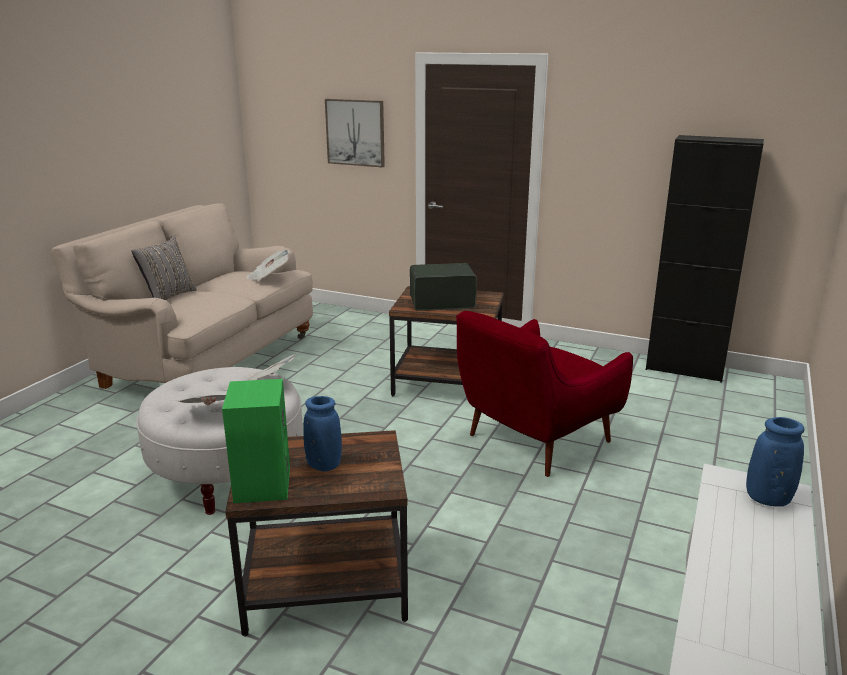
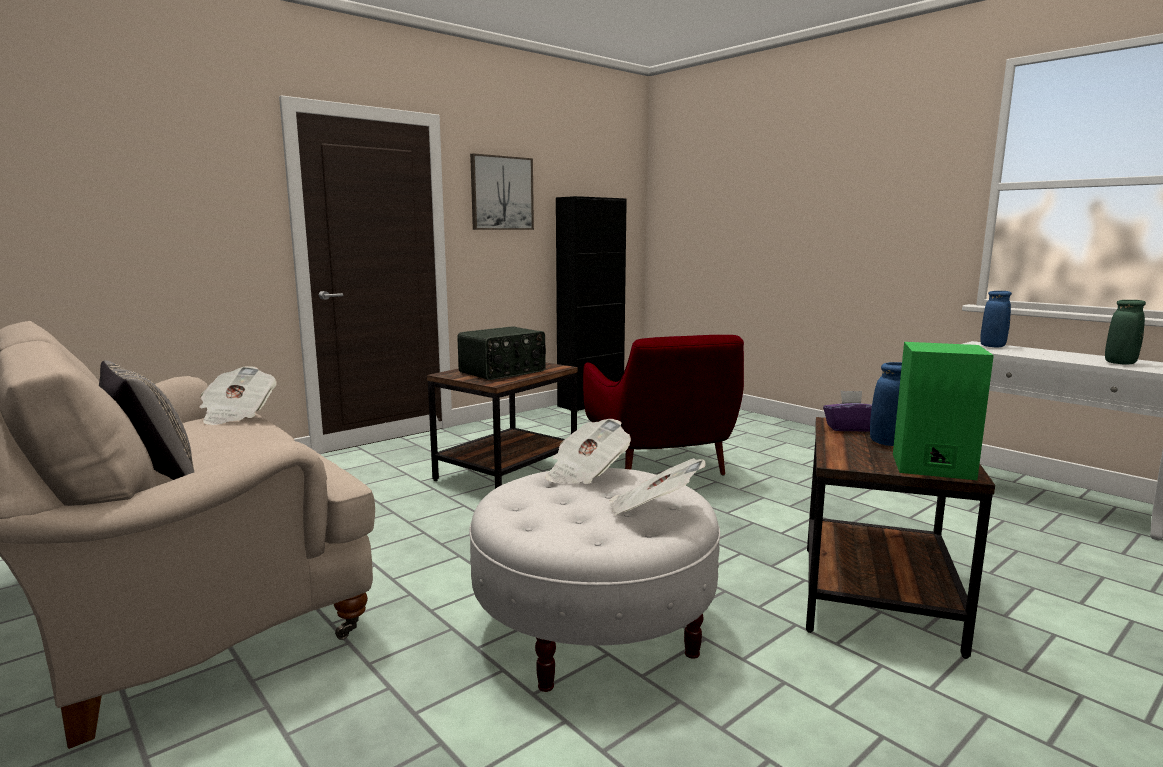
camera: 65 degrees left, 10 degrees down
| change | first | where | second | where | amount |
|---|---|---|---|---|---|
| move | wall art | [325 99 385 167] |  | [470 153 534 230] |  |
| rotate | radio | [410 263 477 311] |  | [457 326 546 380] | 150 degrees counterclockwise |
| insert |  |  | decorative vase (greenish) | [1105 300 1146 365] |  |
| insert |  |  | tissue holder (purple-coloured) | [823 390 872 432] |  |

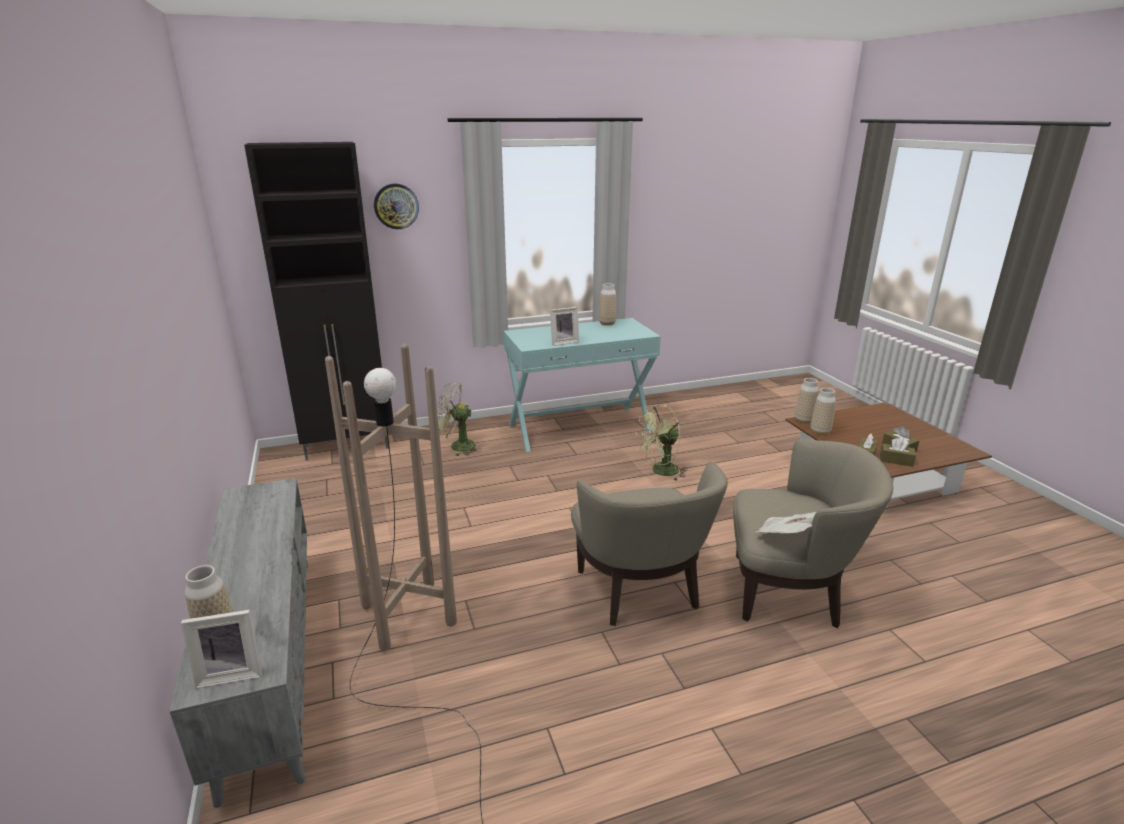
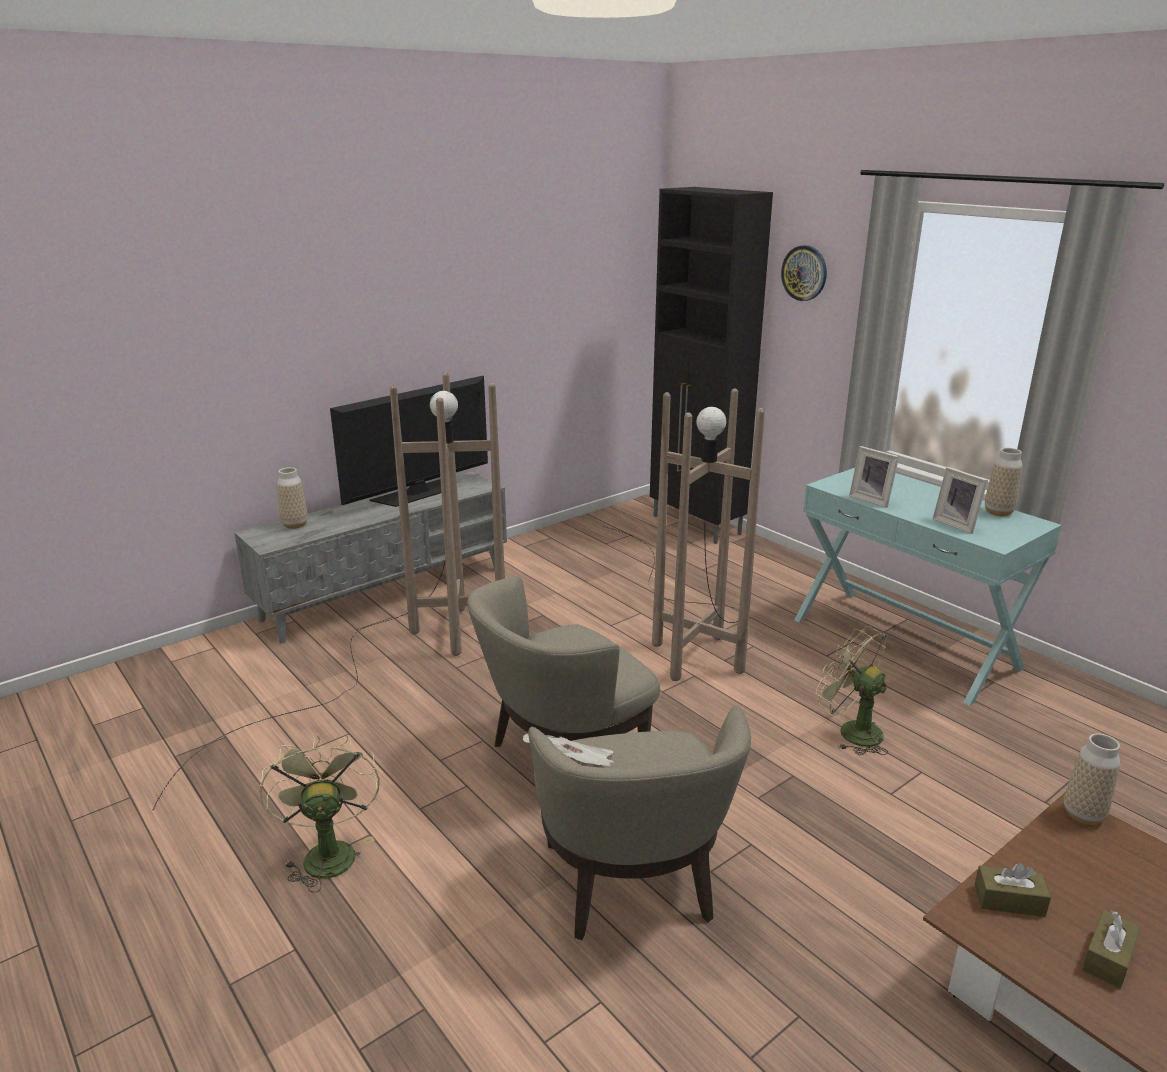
camera: 70 degrees right, 0 degrees up
| change | first | where | second | where | amount |
|---|---|---|---|---|---|
| move | fan (greenish) | [437 383 482 456] |  | [260 734 380 893] |  |
| delete | decorative vase | [811 388 836 435] |  |  |  |
| delete | tissue holder (brown-coloured) | [880 437 916 467] |  |  |  |
| move | standing frame | [181 610 262 688] |  | [933 467 988 534] |  |
| insert |  |  | television | [330 376 488 507] |  |
| insert |  |  | standing lamp (brown-coloured) | [602 388 765 681] |  |

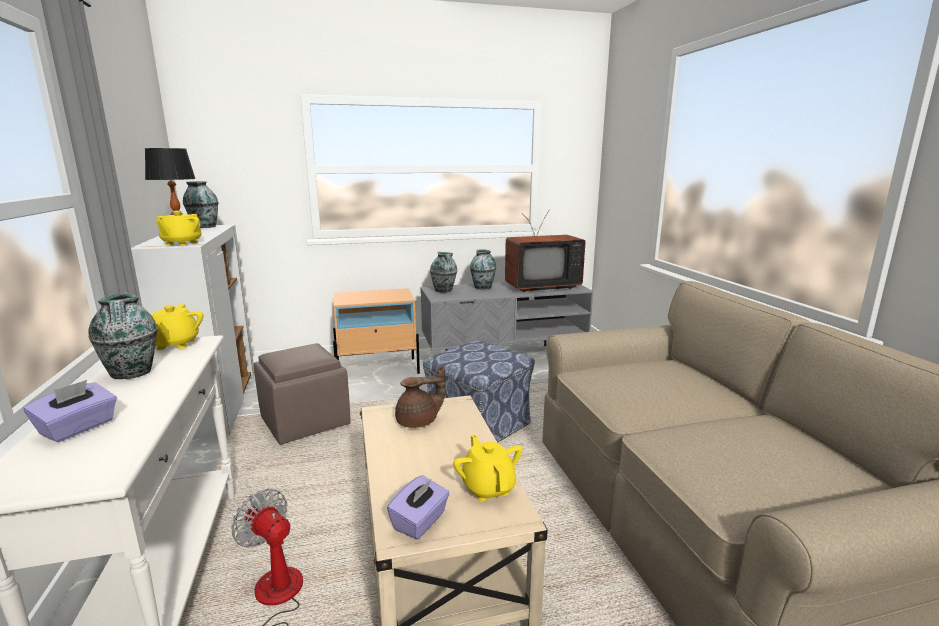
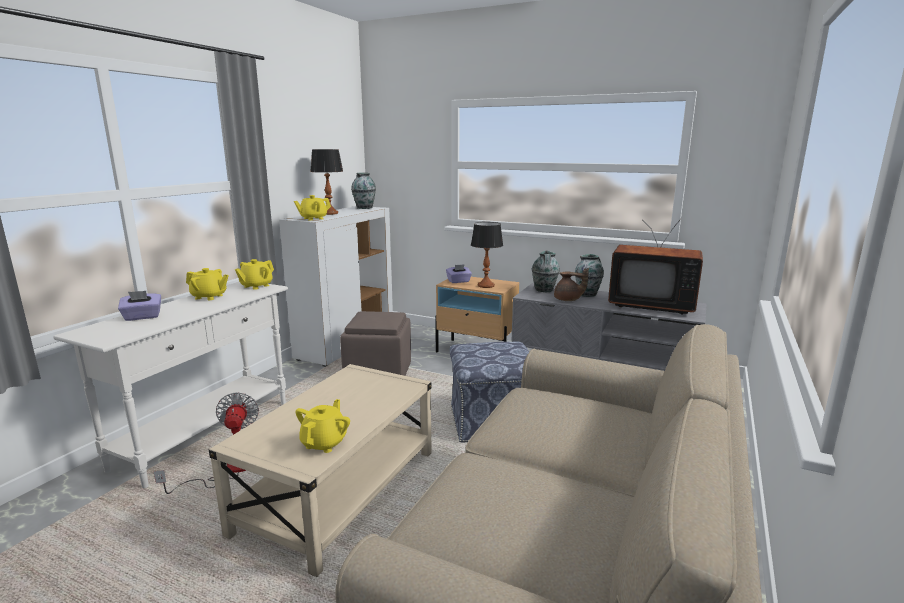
camera: 40 degrees right, 0 degrees up
| change | first | where | second | where | amount |
|---|---|---|---|---|---|
| replace | decorative vase | [88 292 158 379] | teapot (yellow) | [186 268 229 300] |  |
| move | teapot (brown-coloured) | [395 366 445 428] |  | [554 268 589 301] |  |
| move | tissue holder (purple-coloured) | [387 475 450 539] |  | [446 264 472 283] |  |
| insert |  |  | table lamp | [471 222 503 288] |  |

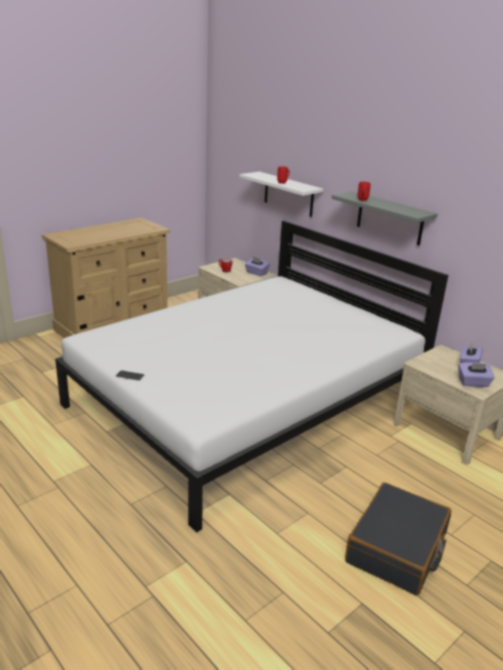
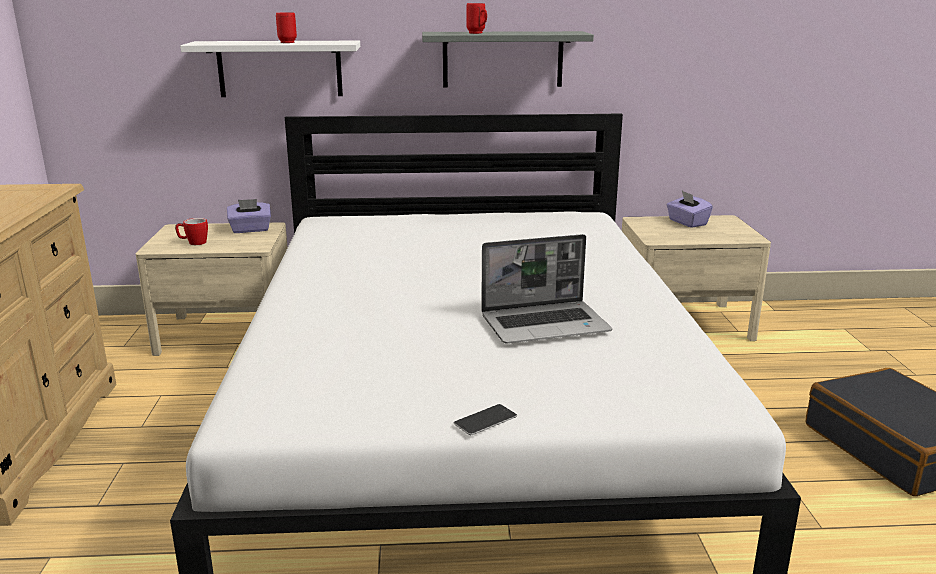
camera: 50 degrees left, 5 degrees down
| change | first | where | second | where | amount |
|---|---|---|---|---|---|
| delete | tissue holder (purple-coloured) | [458 362 495 387] |  |  |  |
| insert |  |  | portable computer | [481 234 612 343] |  |

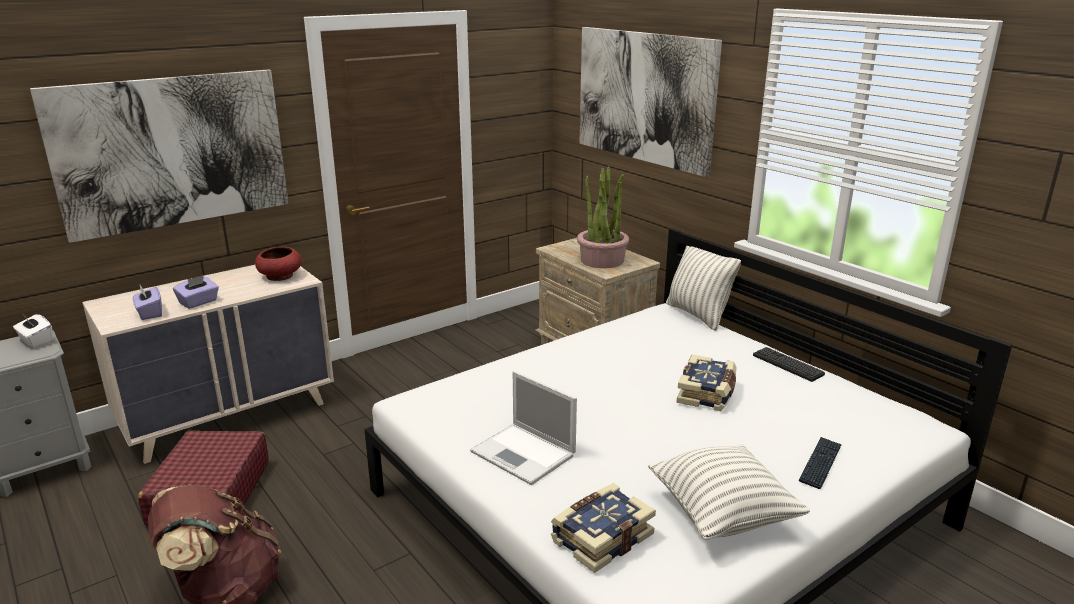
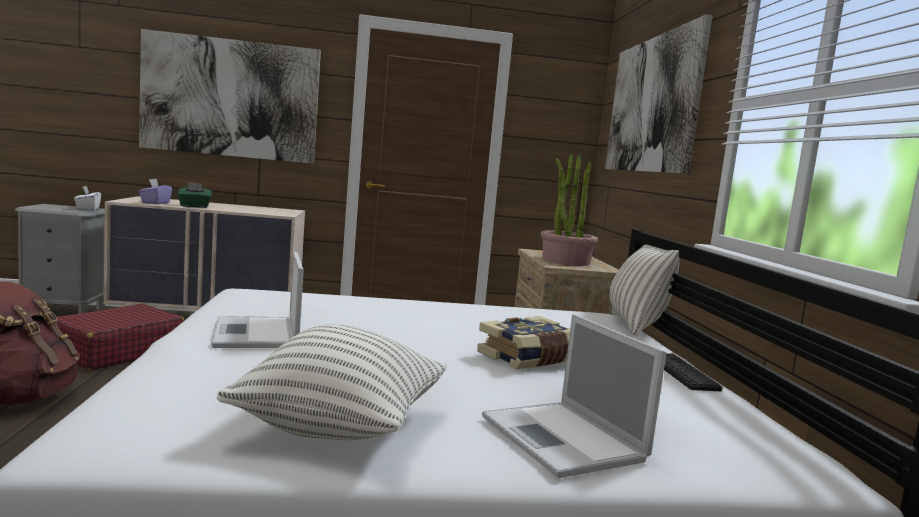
camera: 30 degrees right, 15 degrees down
| change | first | where | second | where | amount |
|---|---|---|---|---|---|
| delete | deep dish (red-coloured) | [255 247 301 281] |  |  |  |
| recolor | tissue holder (purple-coloured) | [173 275 219 309] | tissue holder (greenish) | [178 182 212 208] |  |
| replace | computer keyboard | [799 437 842 489] | portable computer | [482 314 666 478] |  |
| delete | volume | [551 483 656 573] |  |  |  |

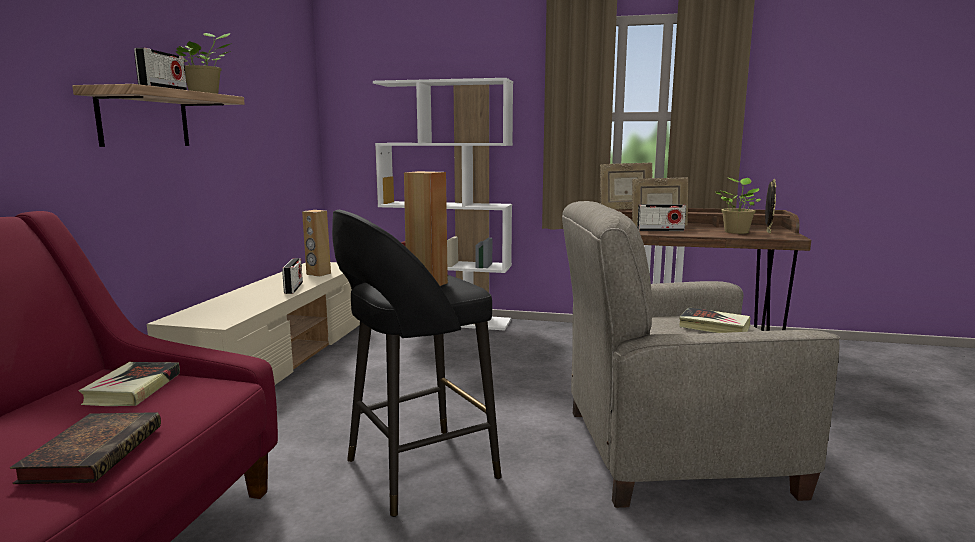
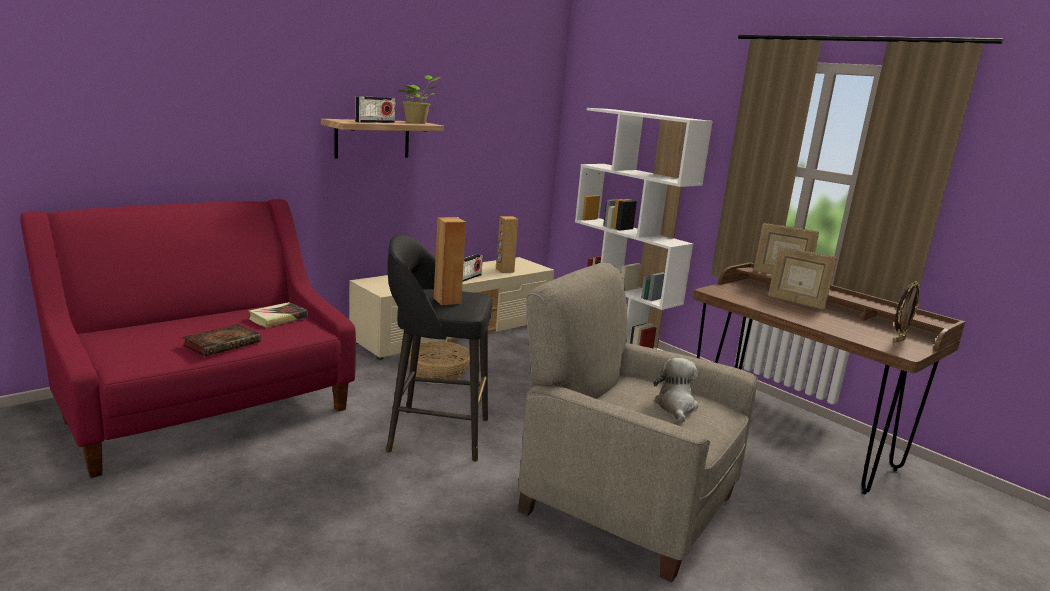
camera: 35 degrees right, 5 degrees up
| change | first | where | second | where | amount |
|---|---|---|---|---|---|
| delete | plant in a pot | [715 178 761 234] |  |  |  |
| delete | radio | [637 204 686 231] |  |  |  |
| replace | volume | [679 308 750 333] | soft toy | [653 358 698 423] |  |
| insert |  |  | storage basket | [408 341 470 384] |  |

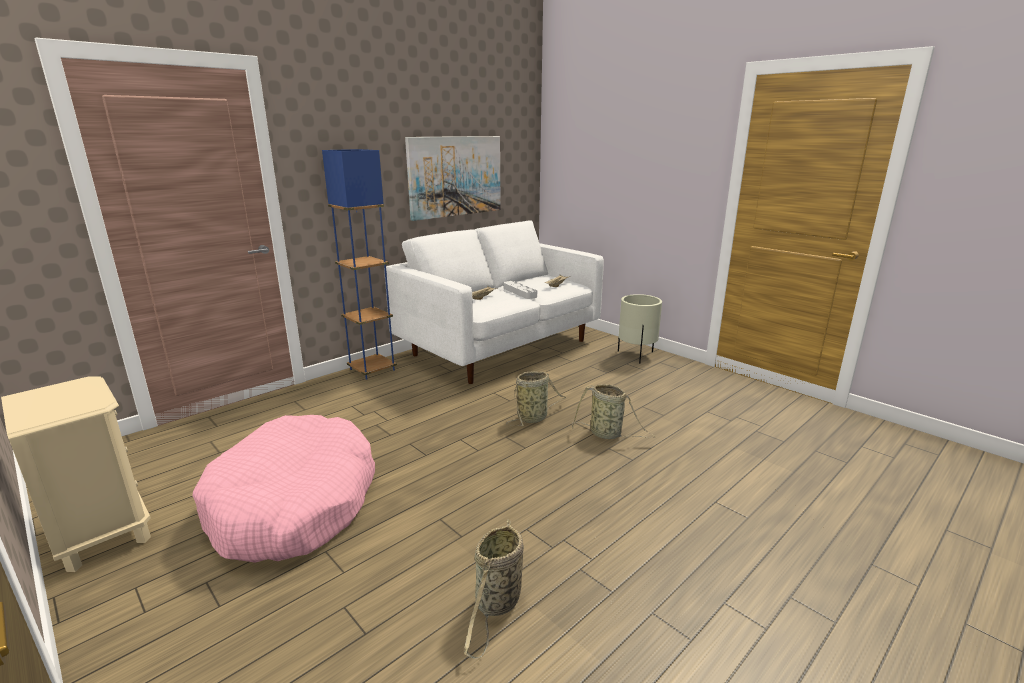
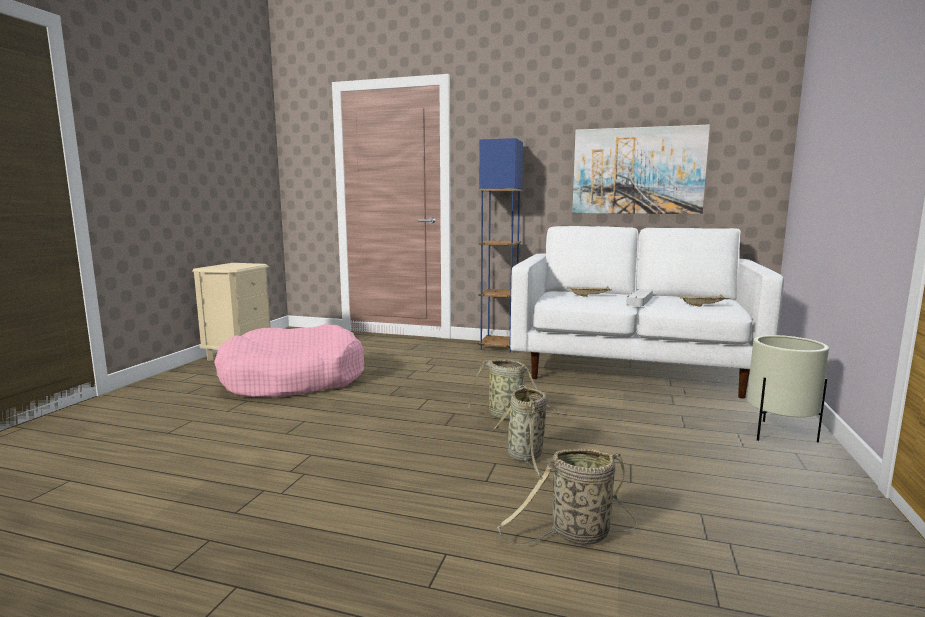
camera: 60 degrees right, 10 degrees down
| change | first | where | second | where | amount |
|---|---|---|---|---|---|
| move | storage basket | [464 520 524 659] |  | [497 448 637 545] |  |

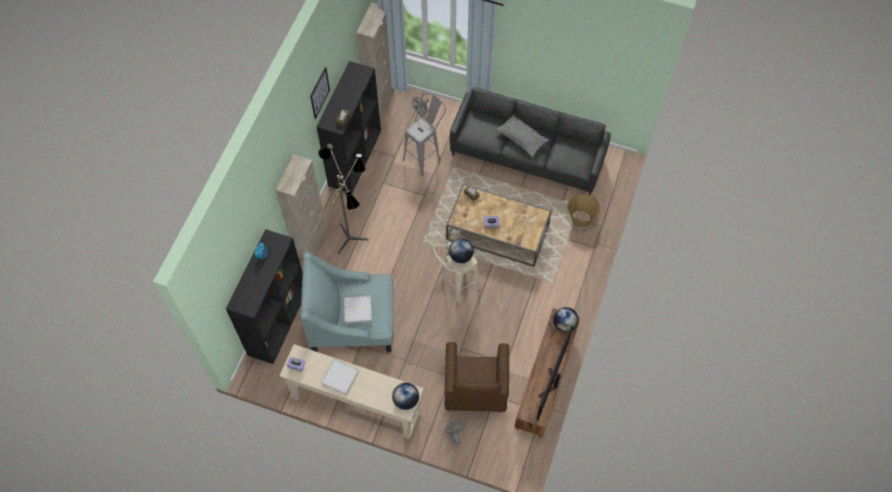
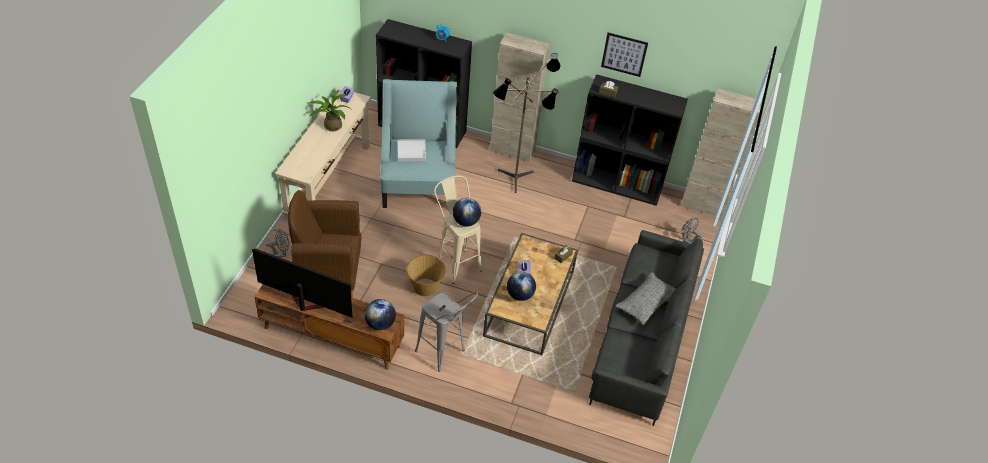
camera: 85 degrees right, 15 degrees down
| change | first | where | second | where | amount |
|---|---|---|---|---|---|
| move | sitting stool (grey) | [403 93 446 176] |  | [415 291 479 372] |  |
| move | storage basket | [567 193 600 227] |  | [406 255 446 297] |  |
| replace | carrying tray (white) | [321 359 359 395] | plant in a pot | [308 90 351 131] |  |
| move | world globe | [392 383 419 410] |  | [507 272 536 301] |  |

